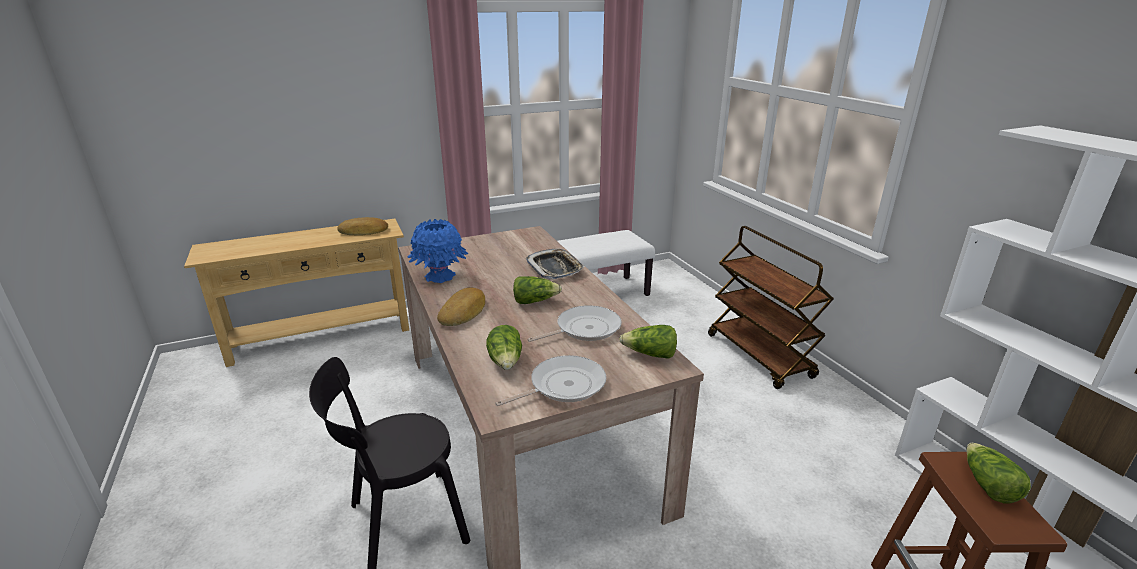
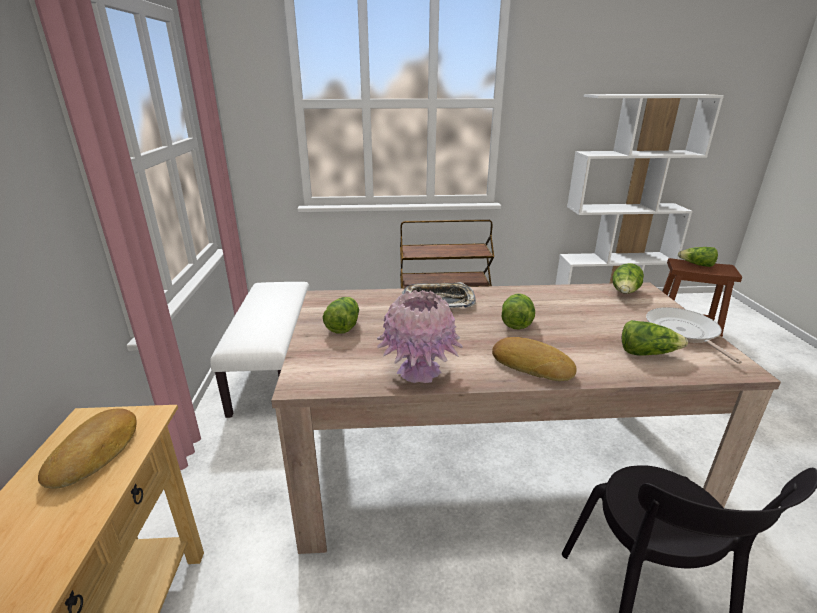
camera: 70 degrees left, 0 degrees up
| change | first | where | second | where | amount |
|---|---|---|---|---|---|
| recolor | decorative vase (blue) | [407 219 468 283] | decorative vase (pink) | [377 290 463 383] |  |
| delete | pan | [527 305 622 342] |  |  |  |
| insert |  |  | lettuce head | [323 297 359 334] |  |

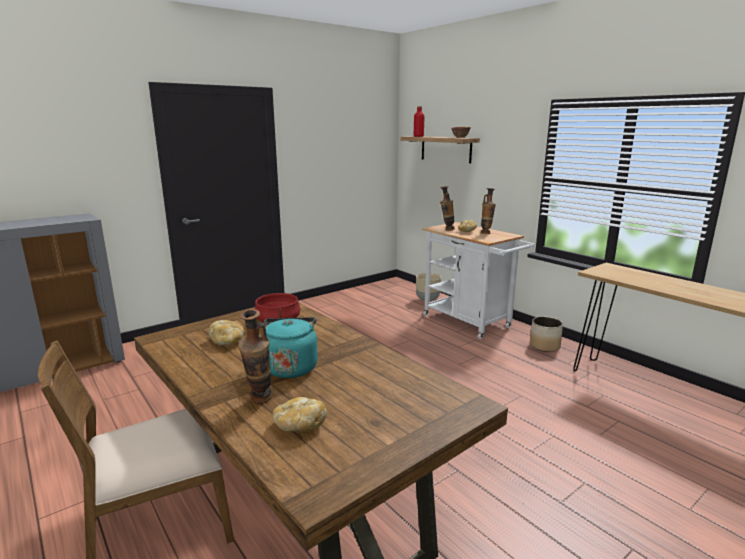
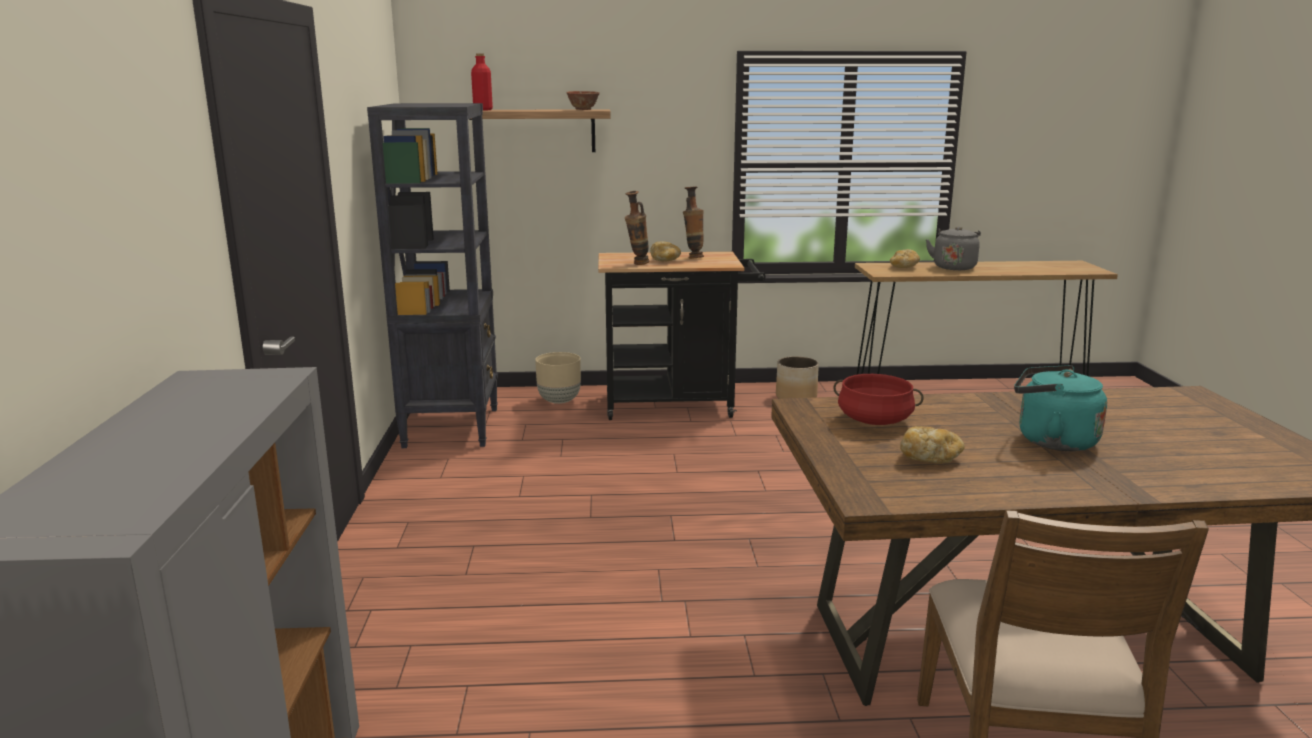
camera: 55 degrees left, 0 degrees up
| change | first | where | second | where | amount |
|---|---|---|---|---|---|
| recolor | trolley (white) | [422 222 534 339] | trolley (blackish) | [598 252 766 420] |  |
| delete | decorative vase | [238 309 272 404] |  |  |  |
| move | bread | [273 397 327 432] |  | [890 249 920 268] |  |
| insert |  |  | shelving unit (blackish) | [367 103 498 448] |  |
| insert |  |  | water kettle (grey) | [926 227 981 270] |  |

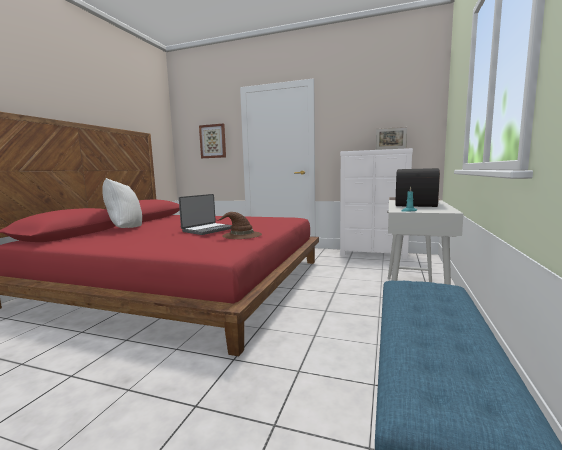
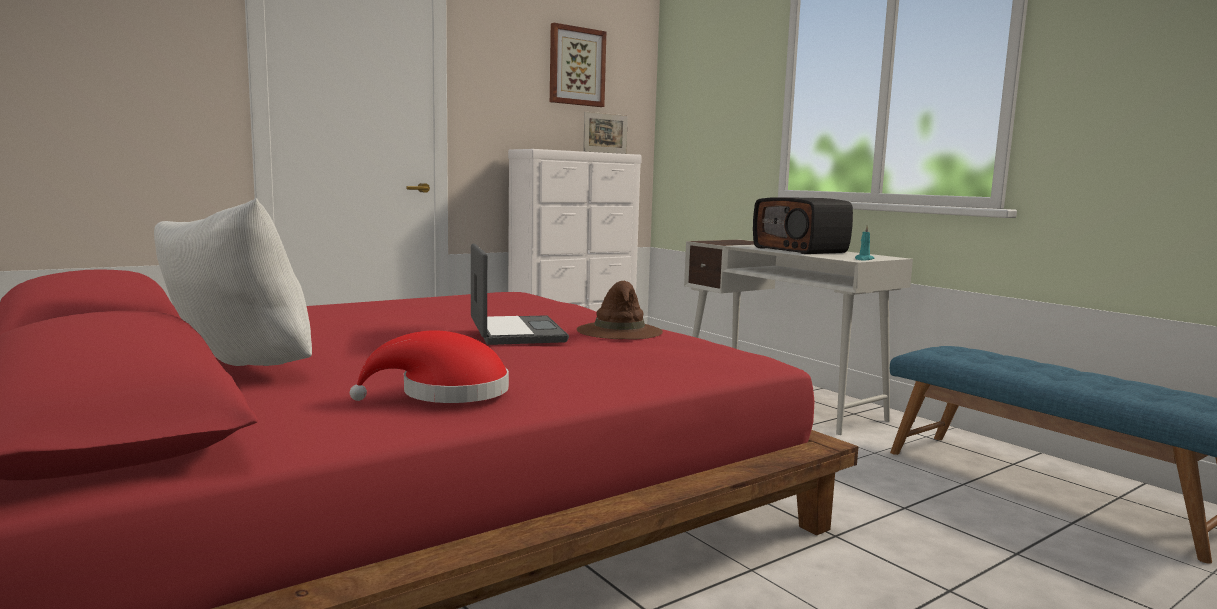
camera: 55 degrees left, 0 degrees up
| change | first | where | second | where | amount |
|---|---|---|---|---|---|
| move | wall art | [199 124 226 158] |  | [550 23 606 107] |  |
| insert |  |  | wearable hat (red-coloured) | [350 330 509 403] |  |

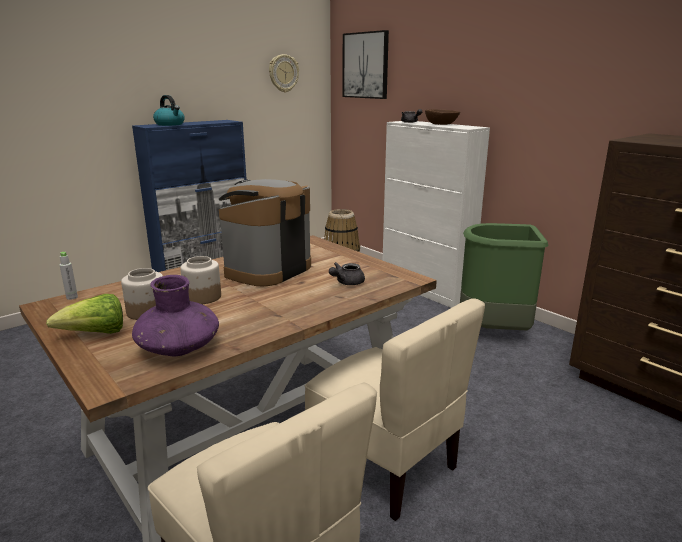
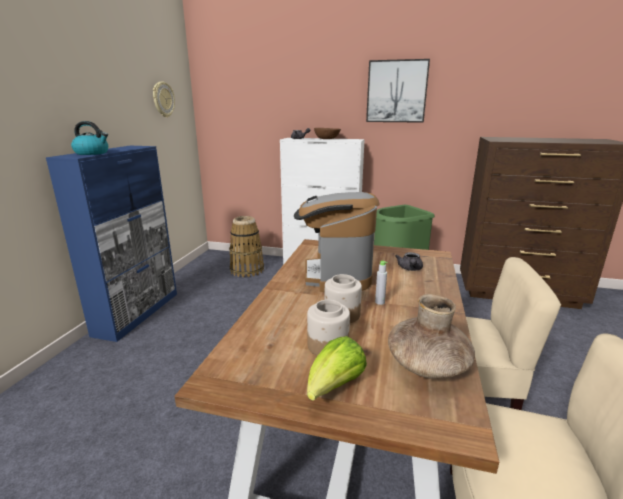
camera: 35 degrees left, 0 degrees up
| change | first | where | second | where | amount |
|---|---|---|---|---|---|
| move | wall art | [343 30 389 99] |  | [366 59 430 123] |  |
| move | bottle (grey) | [60 252 78 300] |  | [375 261 387 305] |  |
| recolor | decorative vase (purple-coloured) | [132 275 219 356] | decorative vase (brown-coloured) | [388 294 475 379] |  |

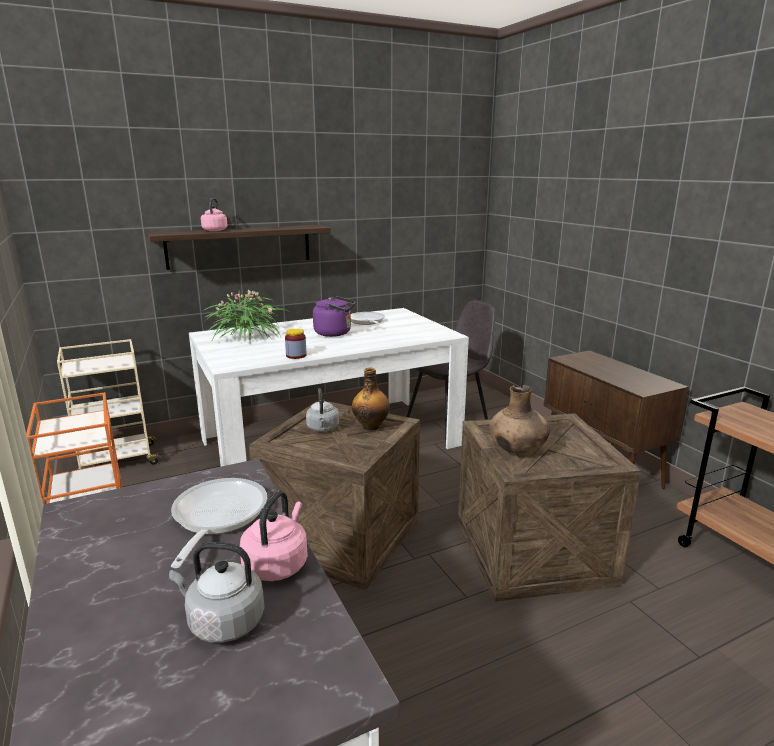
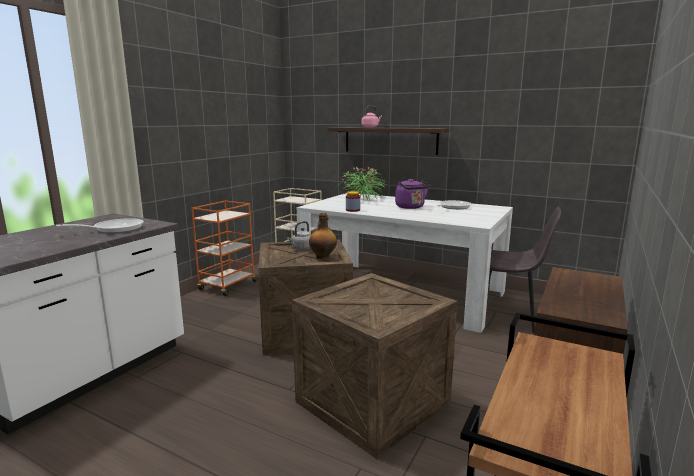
camera: 55 degrees right, 5 degrees down
| change | first | where | second | where | amount |
|---|---|---|---|---|---|
| delete | decorative vase (brown-coloured) | [489 385 550 454] |  |  |  |
| delete | water kettle (pink) | [240 491 308 581] |  |  |  |
| delete | water kettle (grey) | [169 542 265 643] |  |  |  |

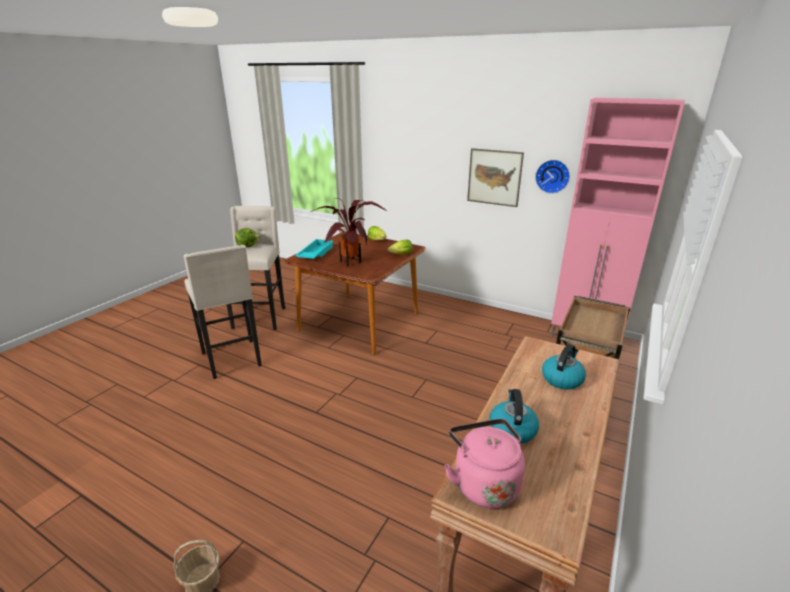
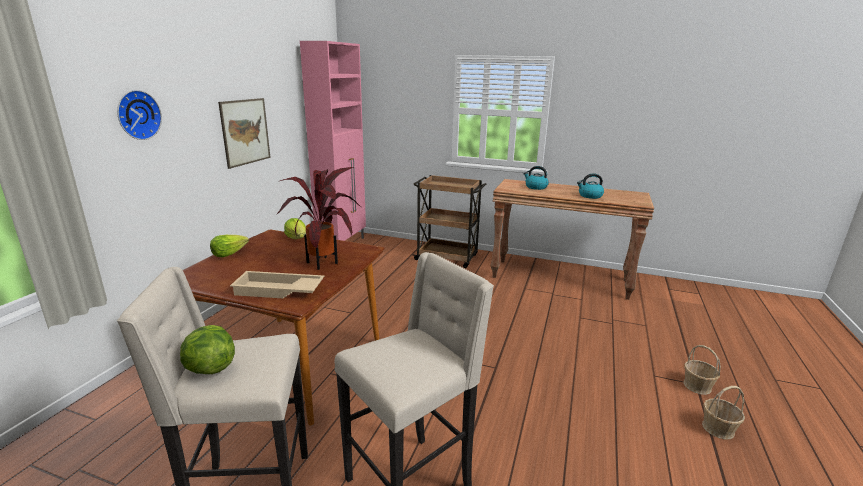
camera: 100 degrees left, 5 degrees down
| change | first | where | second | where | amount |
|---|---|---|---|---|---|
| move | wall clock | [535 160 570 194] |  | [117 90 162 140] |  |
| recolor | carrying tray (blue-green) | [295 239 333 259] | carrying tray (beige) | [230 271 324 298] |  |
| delete | water kettle (pink) | [444 419 525 508] |  |  |  |
| insert |  |  | storage basket | [702 386 745 439] |  |

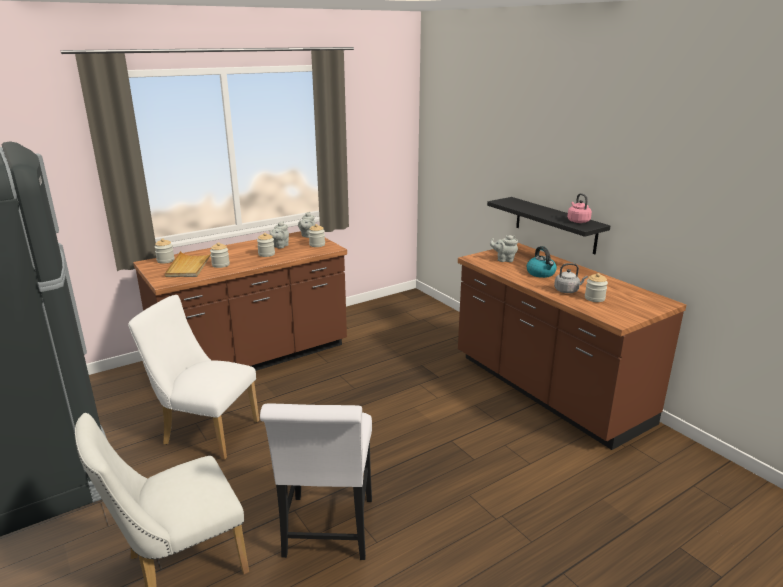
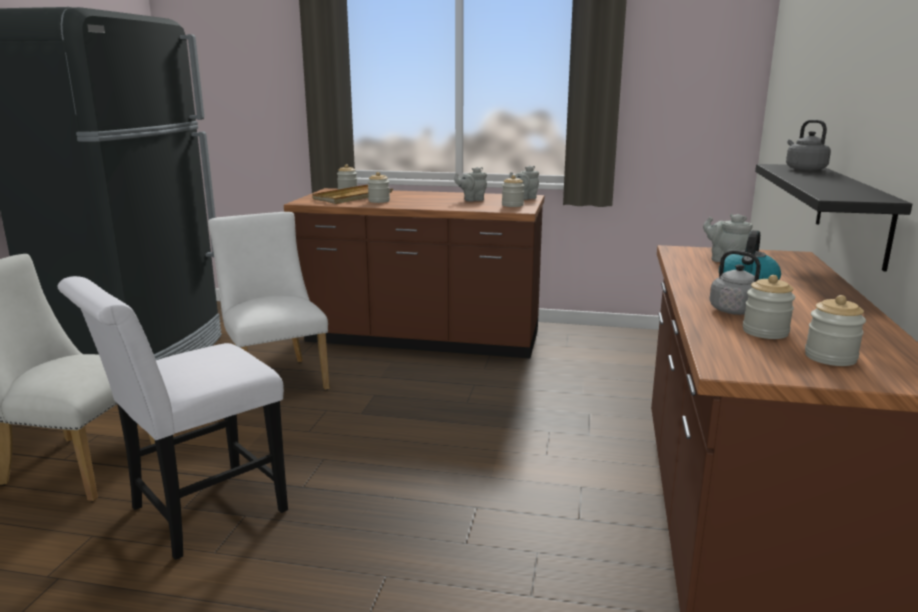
camera: 45 degrees right, 5 degrees down
| change | first | where | second | where | amount |
|---|---|---|---|---|---|
| delete | water kettle (pink) | [567 193 592 223] |  |  |  |
| move | storage jar | [257 233 275 257] |  | [805 295 866 366] |  |
| insert |  |  | water kettle (grey) | [786 120 831 171] |  |

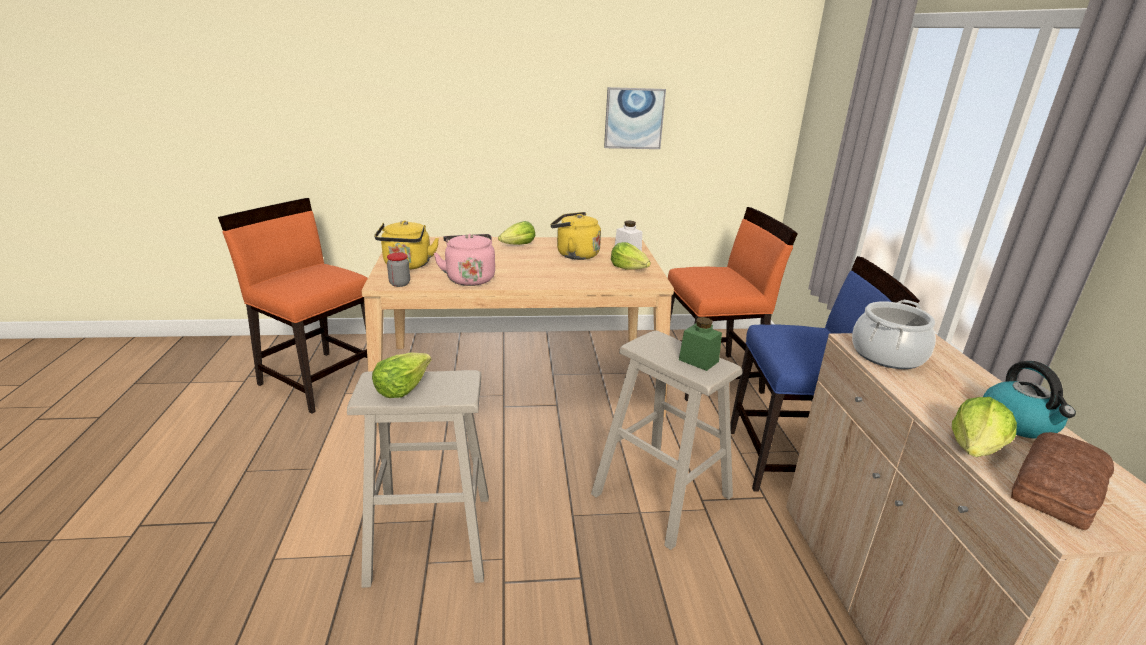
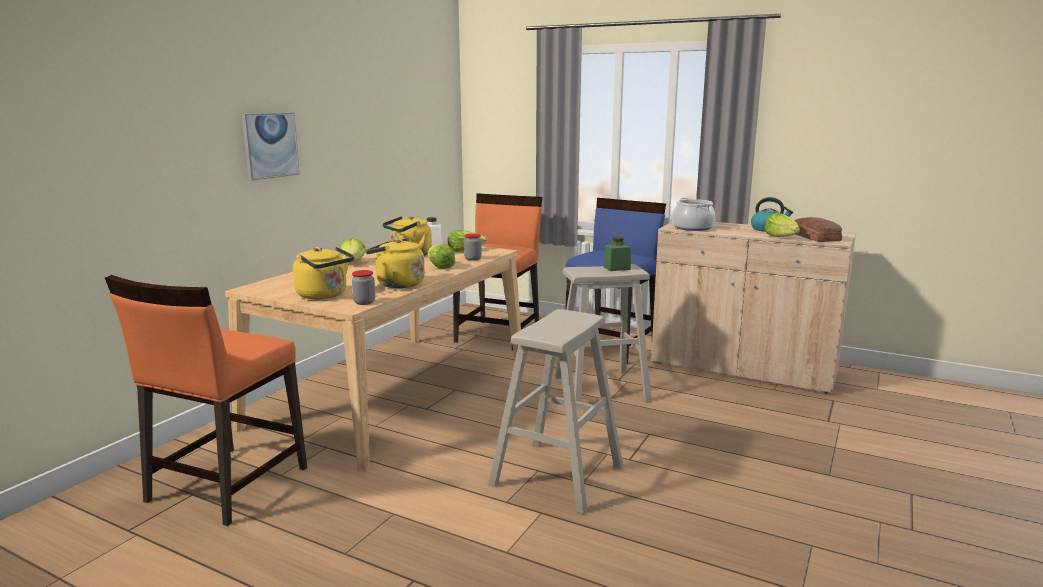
camera: 55 degrees left, 10 degrees down
| change | first | where | second | where | amount |
|---|---|---|---|---|---|
| move | wall art | [604 87 666 149] |  | [242 113 300 181] |  |
| rotate | upright chair (orangey) | [218 198 368 414] |  | [105 275 307 526] | 45 degrees counterclockwise |
| recolor | water kettle (pink) | [434 234 495 286] | water kettle (yellow) | [366 238 425 288] |  |
| move | lettuce head | [372 352 431 398] |  | [428 244 455 269] |  |
| insert |  |  | storage jar | [464 233 482 261] |  |

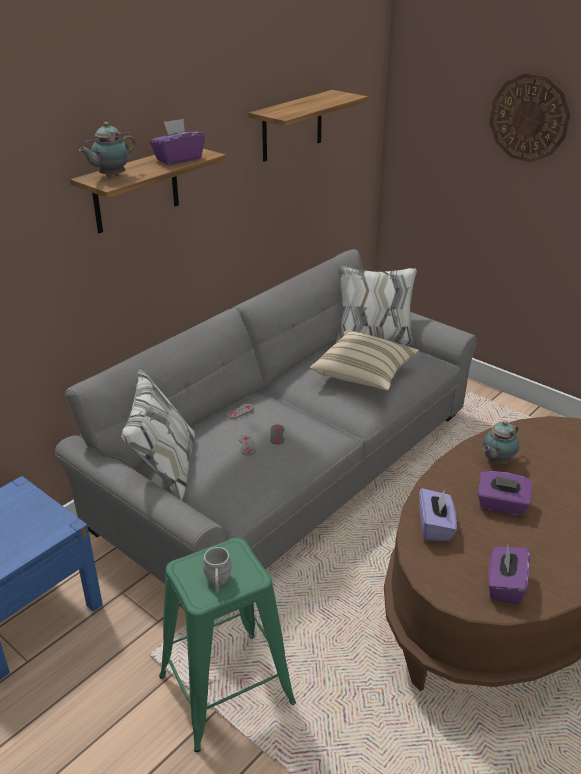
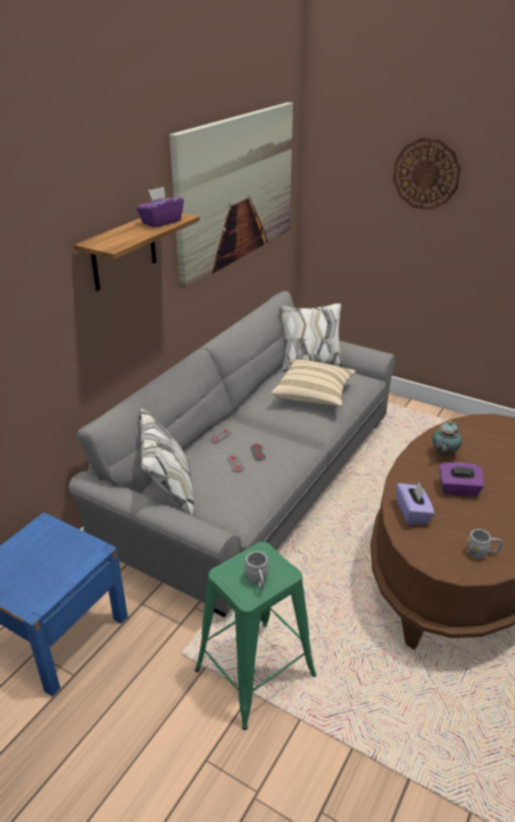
camera: 10 degrees left, 0 degrees up
| change | first | where | second | where | amount |
|---|---|---|---|---|---|
| replace | bracket shelf | [249 90 368 162] | wall art | [169 102 293 289] |  |
| delete | teapot | [79 122 136 178] |  |  |  |
| replace | tissue holder (purple-coloured) | [488 545 530 605] | coffee mug (grey) | [466 529 502 559] |  |

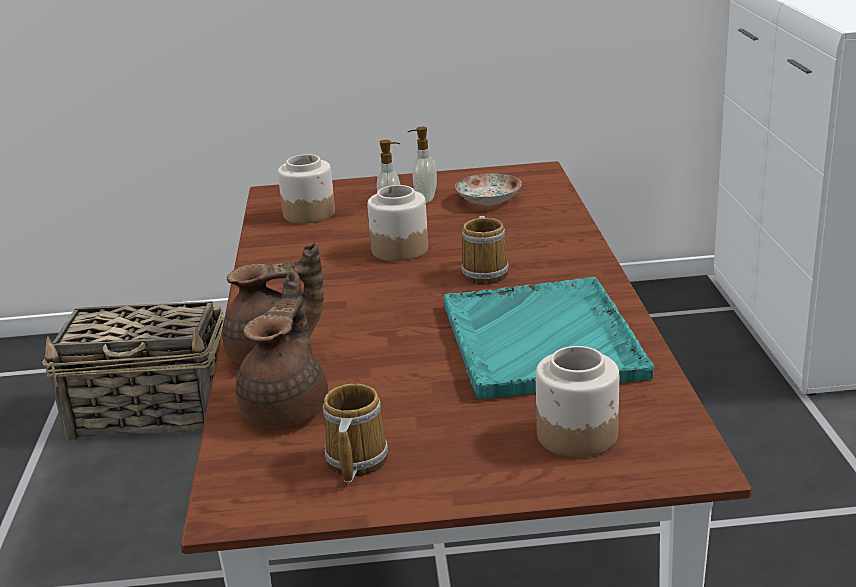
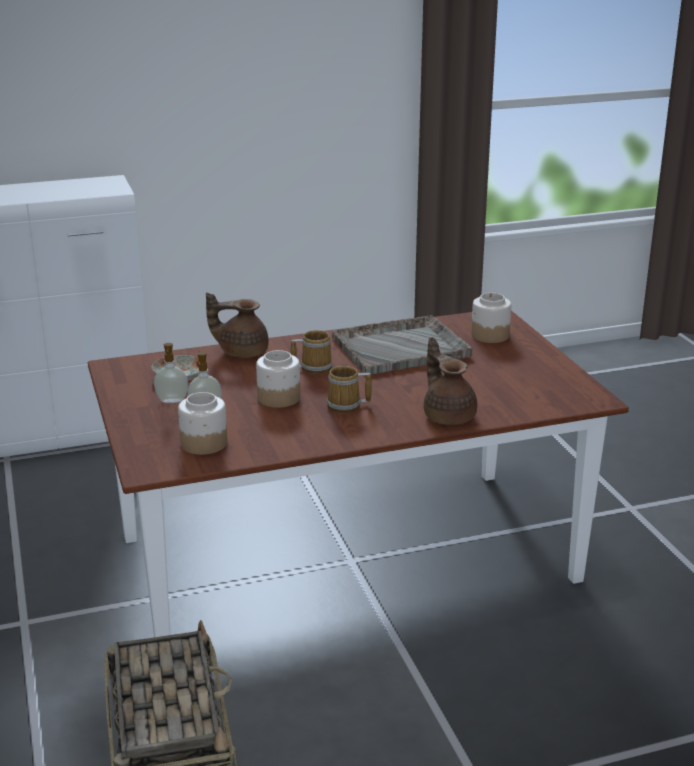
camera: 105 degrees left, 0 degrees up
| change | first | where | second | where | amount |
|---|---|---|---|---|---|
| move | teapot (brown-coloured) | [236 271 328 427] |  | [206 292 269 358] |  |
| recolor | carrying tray (blue-green) | [443 277 655 399] | carrying tray (grey) | [332 315 472 374] |  |
| move | coffee mug | [322 384 388 483] |  | [327 366 372 413] |  |

